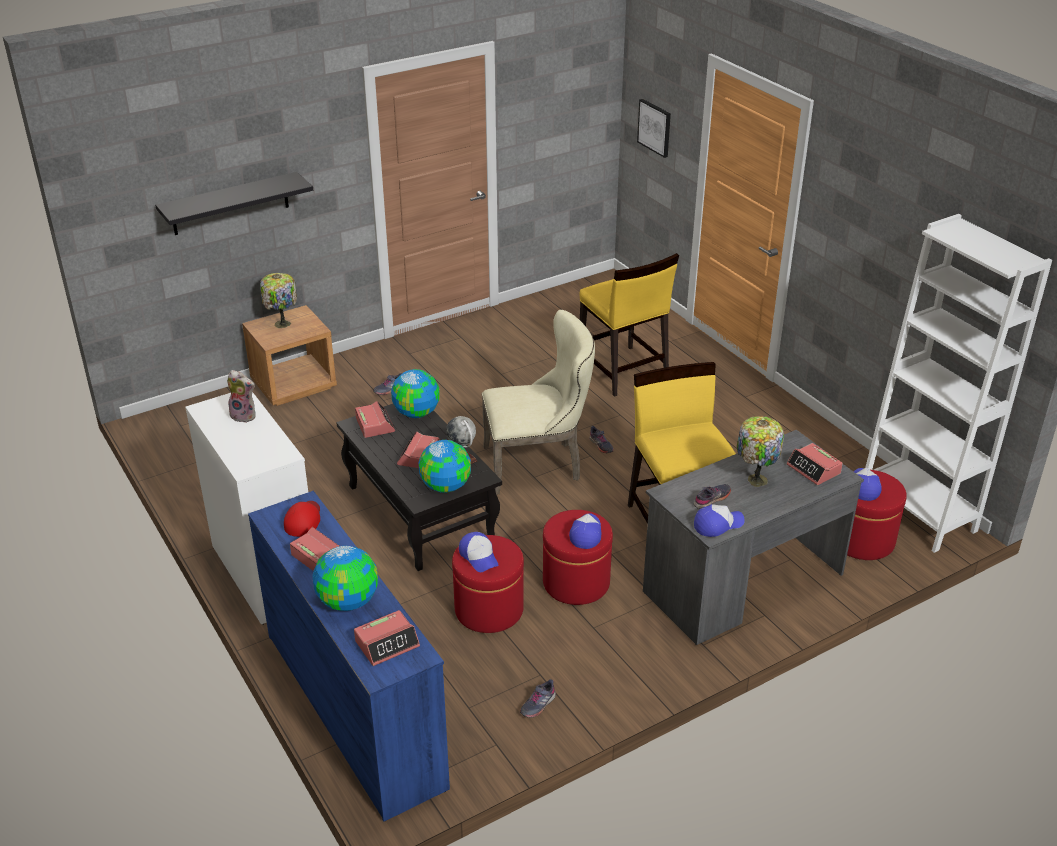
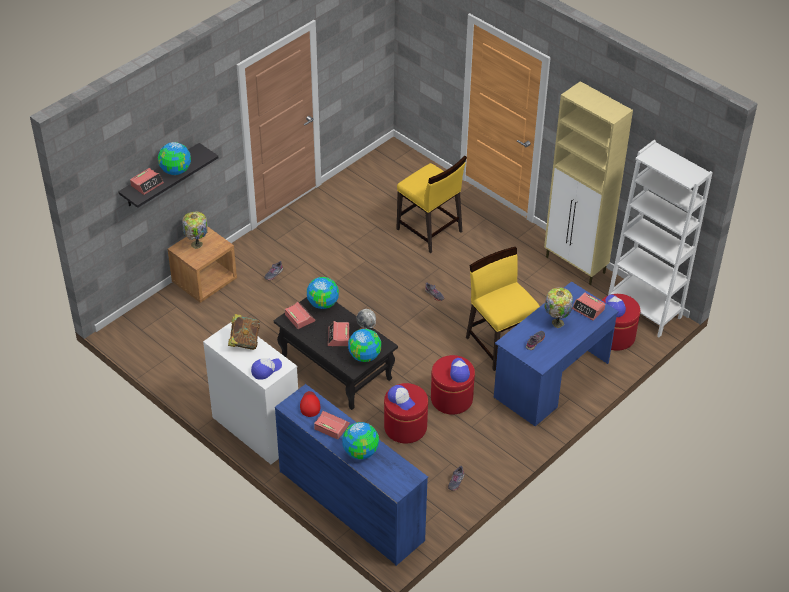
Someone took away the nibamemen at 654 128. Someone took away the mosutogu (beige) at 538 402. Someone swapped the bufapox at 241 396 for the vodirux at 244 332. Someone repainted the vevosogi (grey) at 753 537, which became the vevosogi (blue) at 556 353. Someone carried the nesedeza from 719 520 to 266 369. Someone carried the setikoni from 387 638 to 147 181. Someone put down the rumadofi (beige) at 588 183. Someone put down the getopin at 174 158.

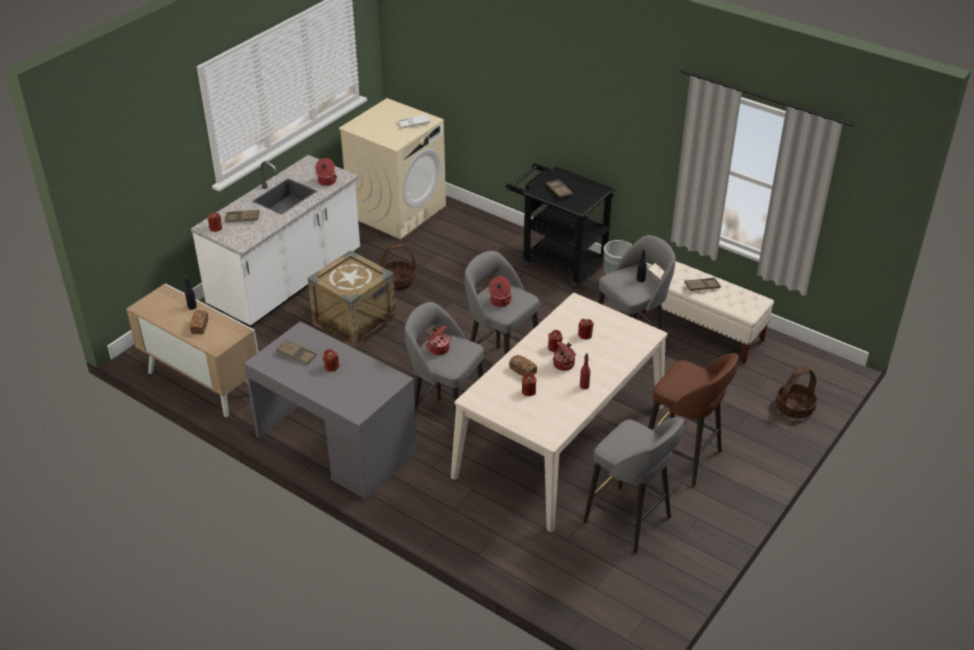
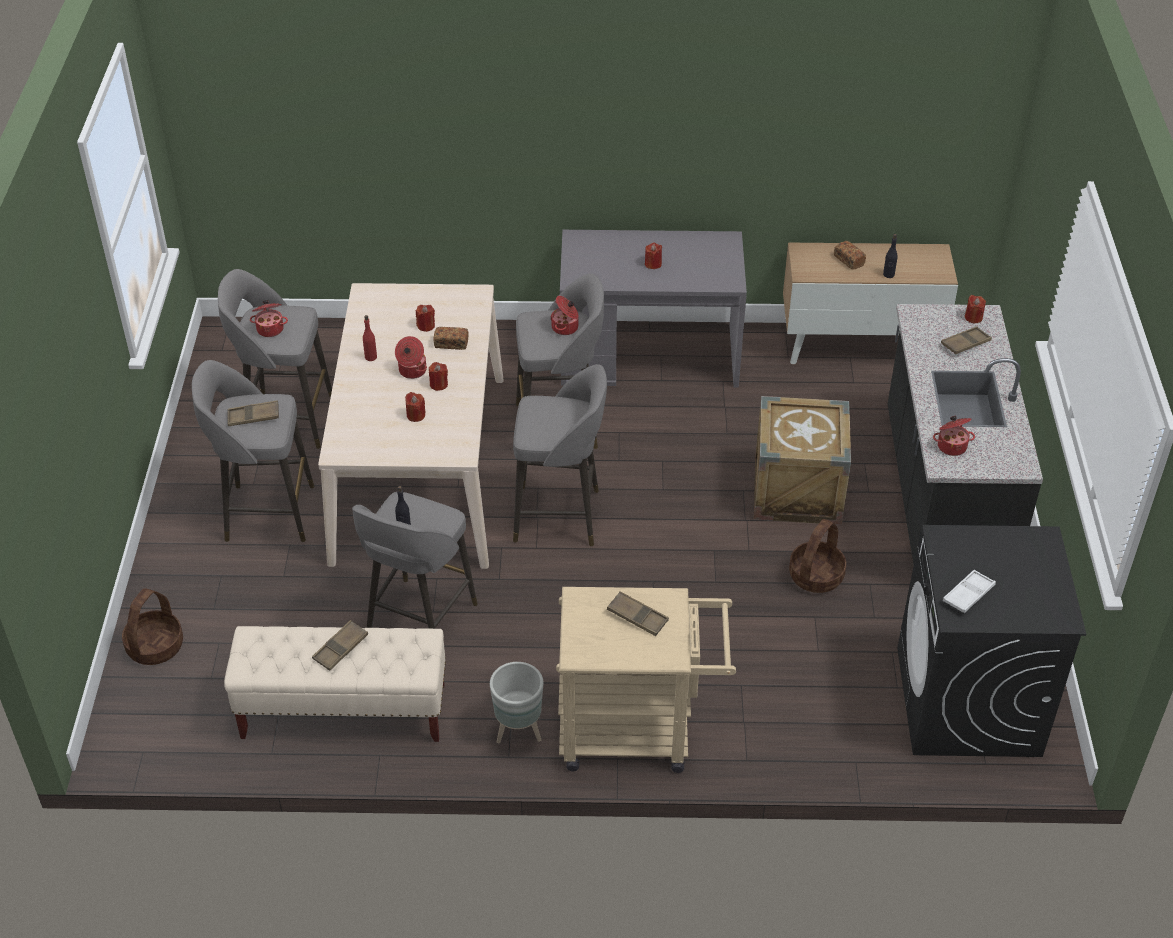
Someone repainted the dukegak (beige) at 392 168, which became the dukegak (black) at 991 641. Someone repainted the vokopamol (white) at 275 241, which became the vokopamol (black) at 965 434. Someone repainted the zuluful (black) at 560 226, which became the zuluful (beige) at 646 680. Someone carried the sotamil from 501 291 to 269 318. Someone carried the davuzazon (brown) from 296 352 to 253 413. Someone repainted the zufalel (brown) at 693 420, which became the zufalel (grey) at 253 451.

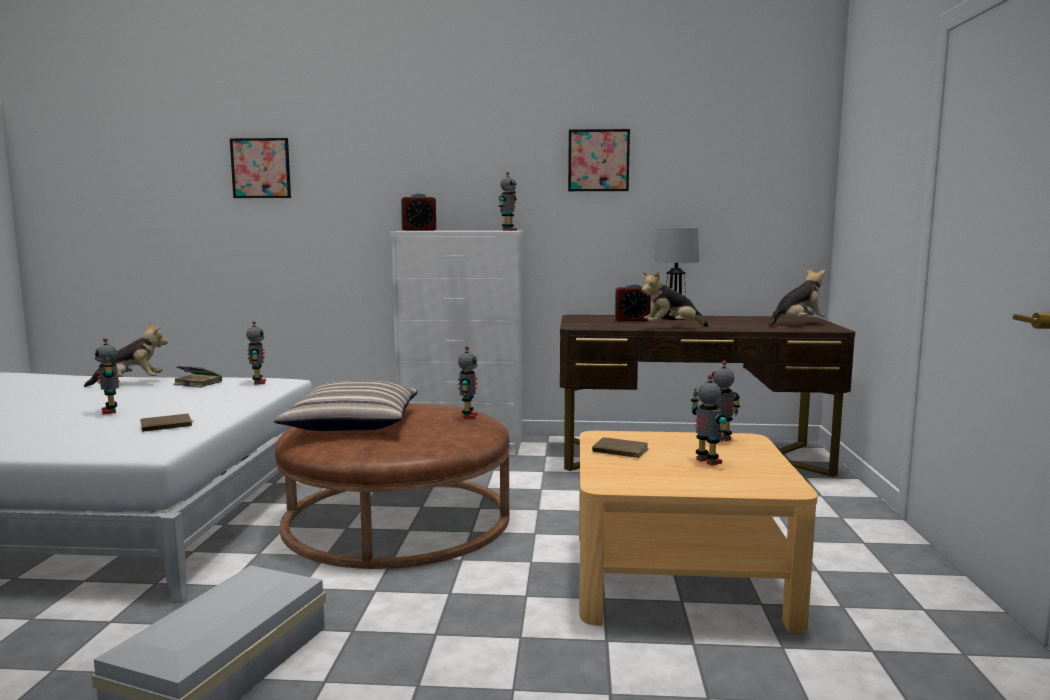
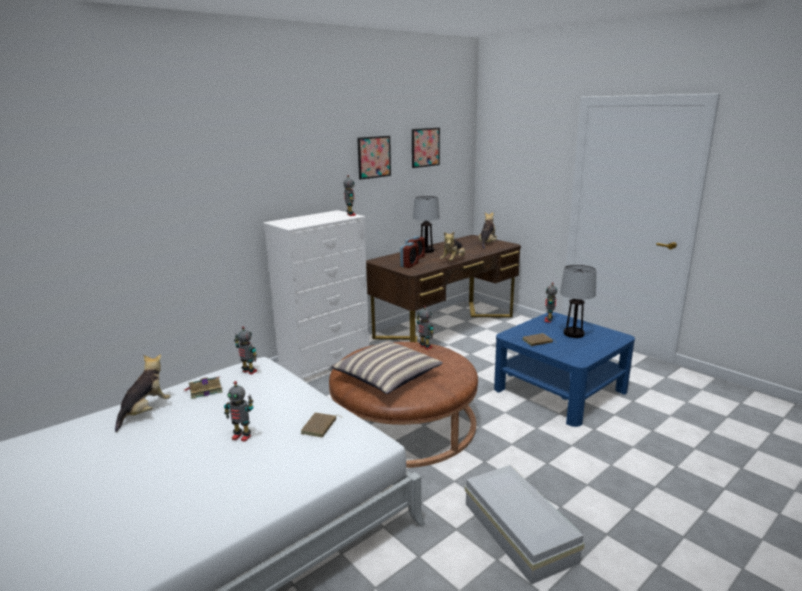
Someone carried the nibamemen from 260 168 to 426 148. Someone carried the setikoni from 418 212 to 409 255. Someone swapped the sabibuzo at 709 420 for the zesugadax at 578 301. Someone repainted the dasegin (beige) at 698 532, which became the dasegin (blue) at 564 369.

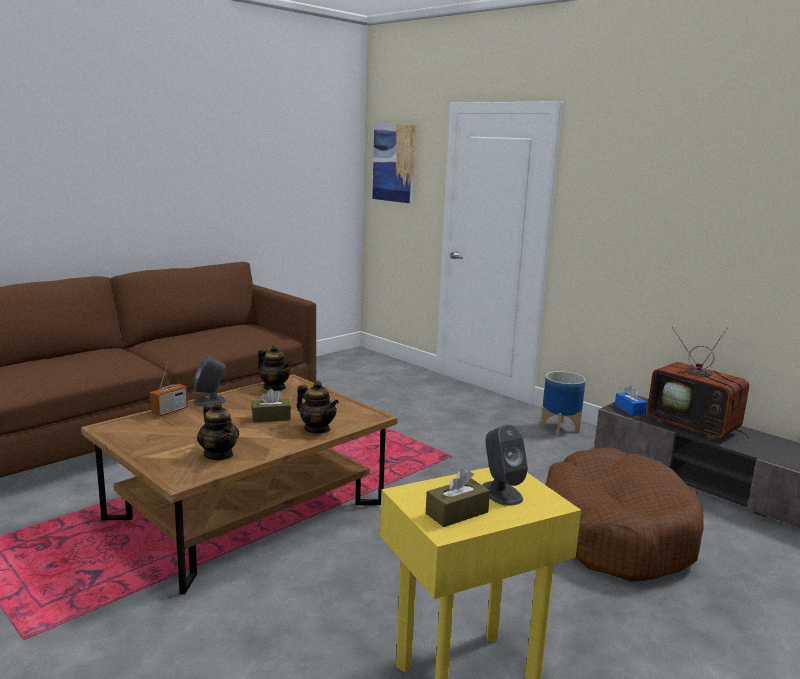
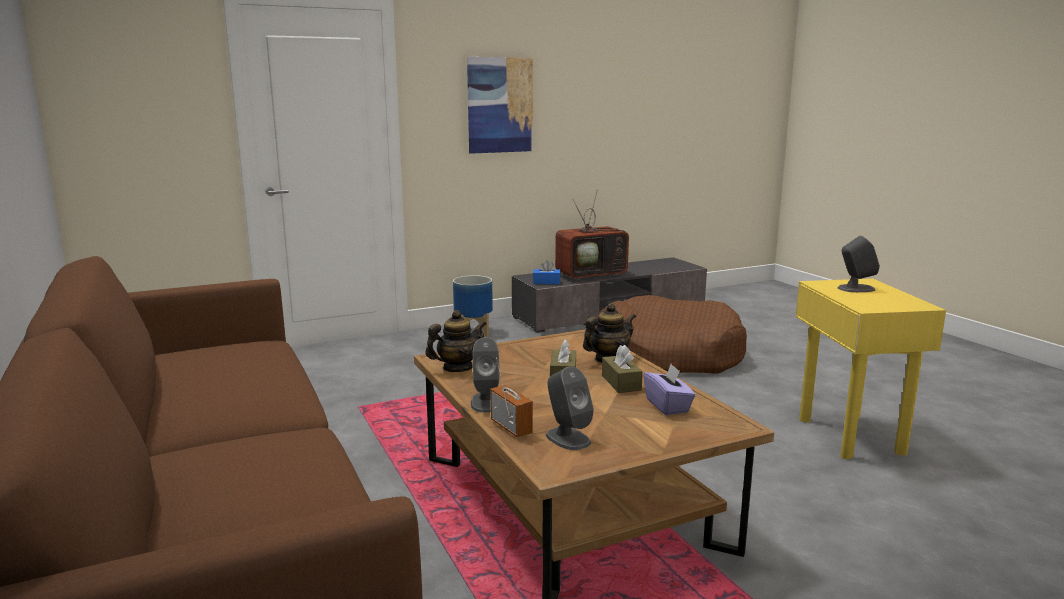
Someone carried the nibamemen from 394 164 to 500 105. Someone swapped the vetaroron at 218 431 for the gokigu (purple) at 669 389. Someone carried the gokigu (brown) from 458 498 to 622 369. Someone put down the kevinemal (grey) at 570 408.

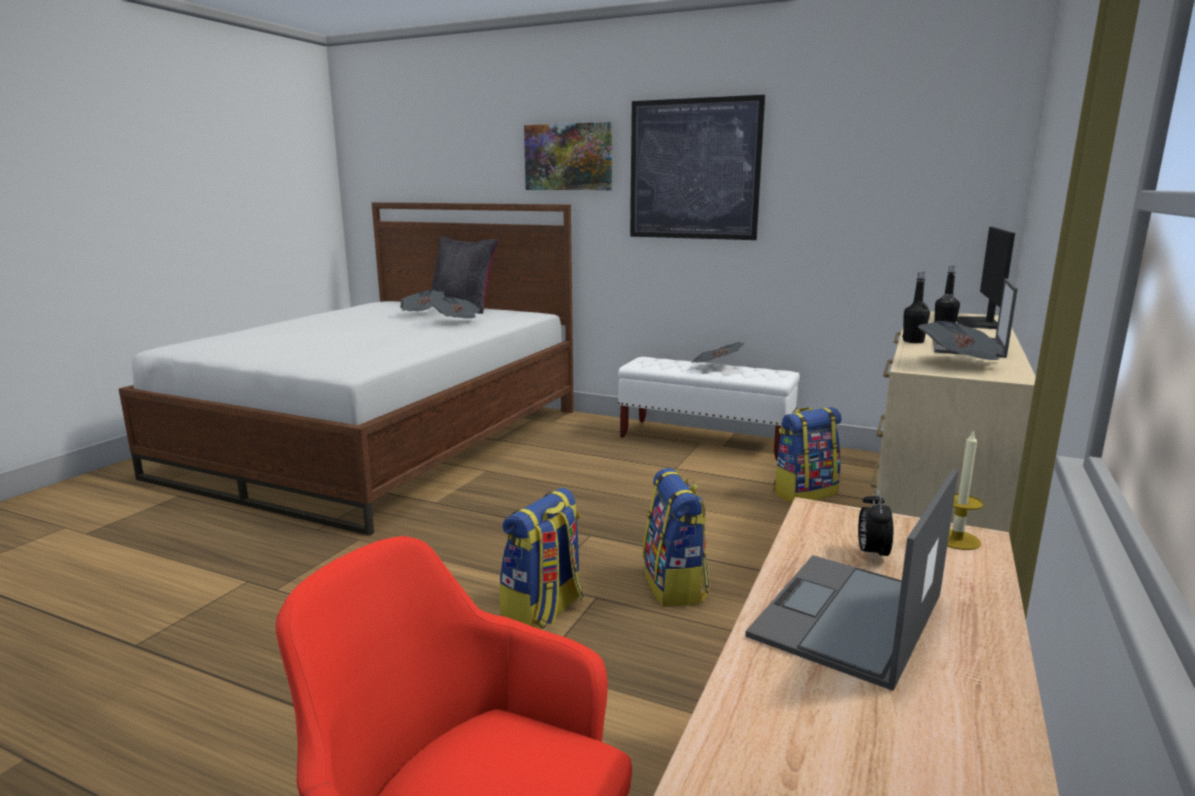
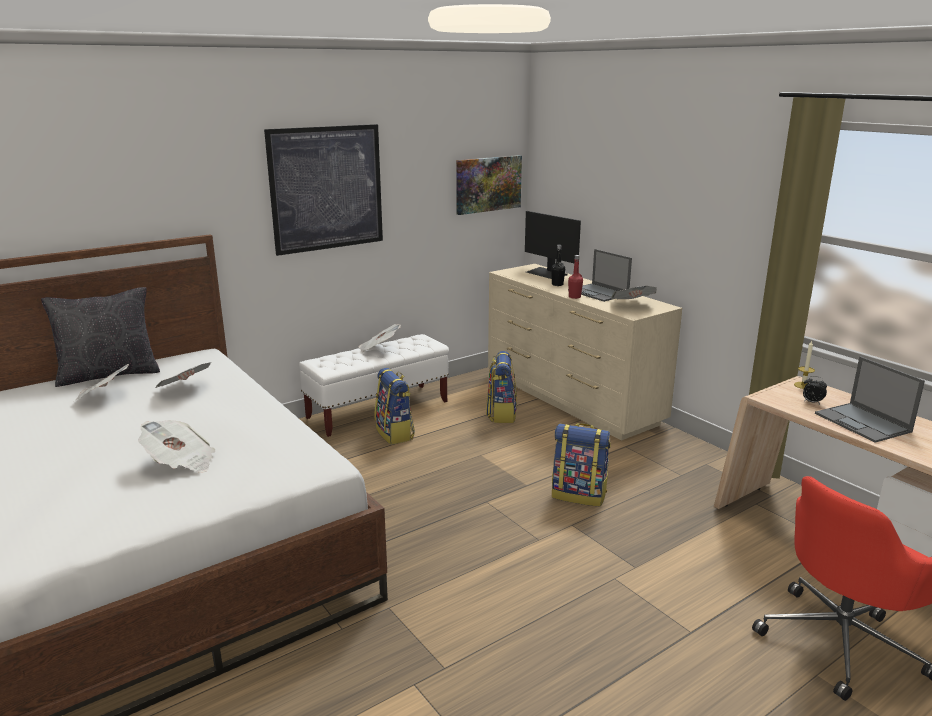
Someone carried the nibamemen from 568 156 to 489 185. Someone repainted the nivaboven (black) at 916 307, which became the nivaboven (red) at 575 277. Someone carried the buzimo from 541 558 to 395 406. Someone put down the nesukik at 177 446.

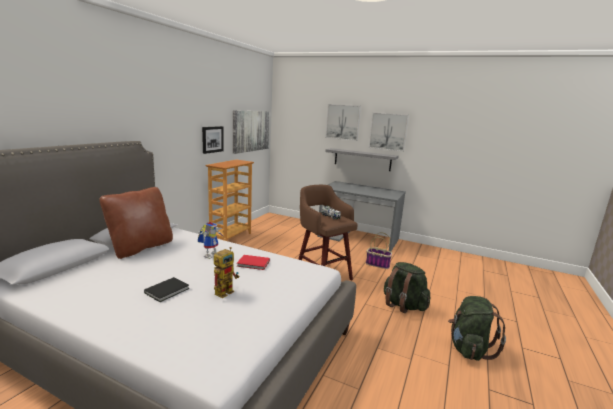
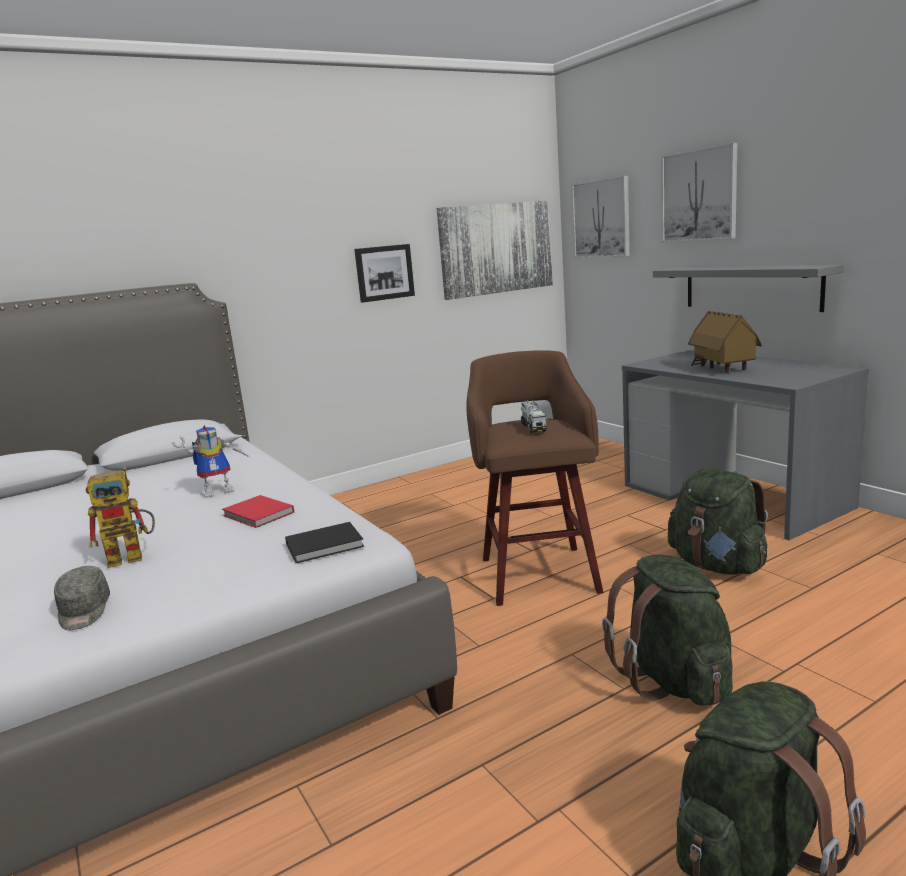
Someone carried the nibamemen from 389 132 to 600 216. Someone took away the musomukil at 229 200. Someone took away the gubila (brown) at 136 223. Someone swapped the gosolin at 379 251 for the buzimo (green) at 718 521. Someone carried the vodirux (black) from 166 289 to 324 542. Someone put down the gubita at 725 342. Someone put down the nesedeza (grey) at 82 598.

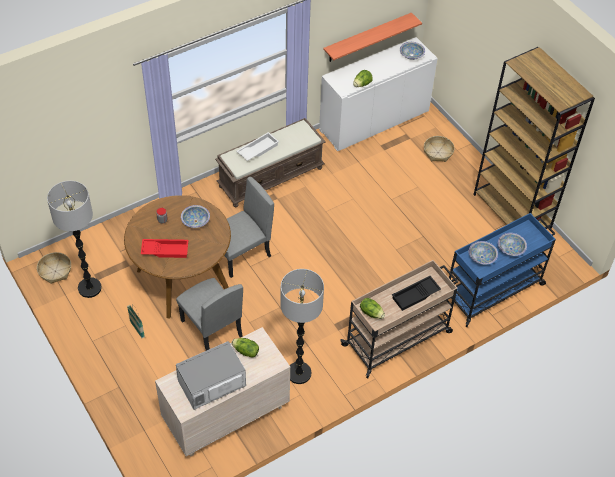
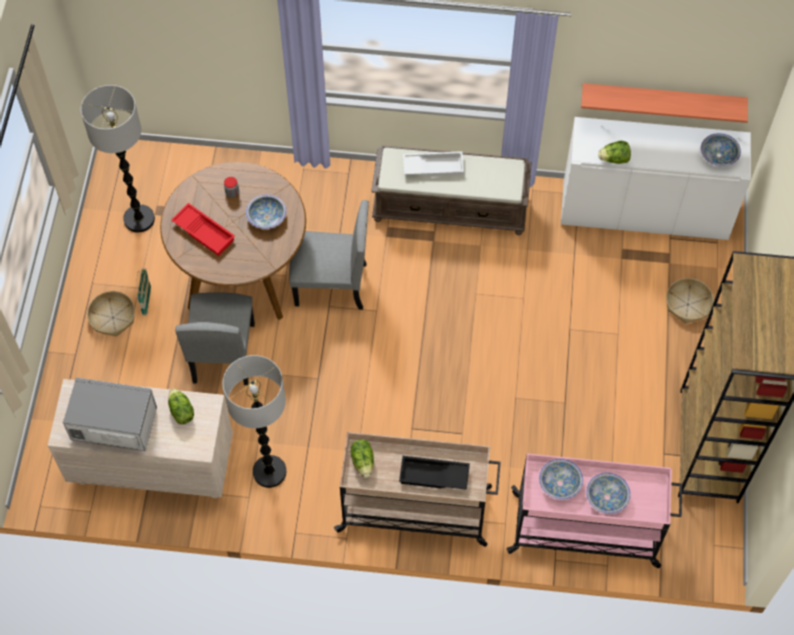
Someone repainted the zuluful (blue) at 502 270, which became the zuluful (pink) at 594 510. Someone carried the gosolin from 54 268 to 111 314.

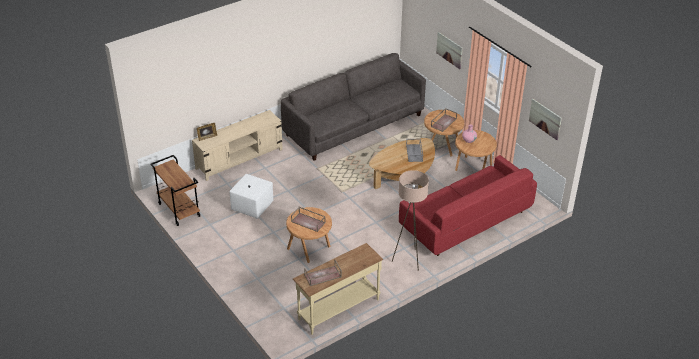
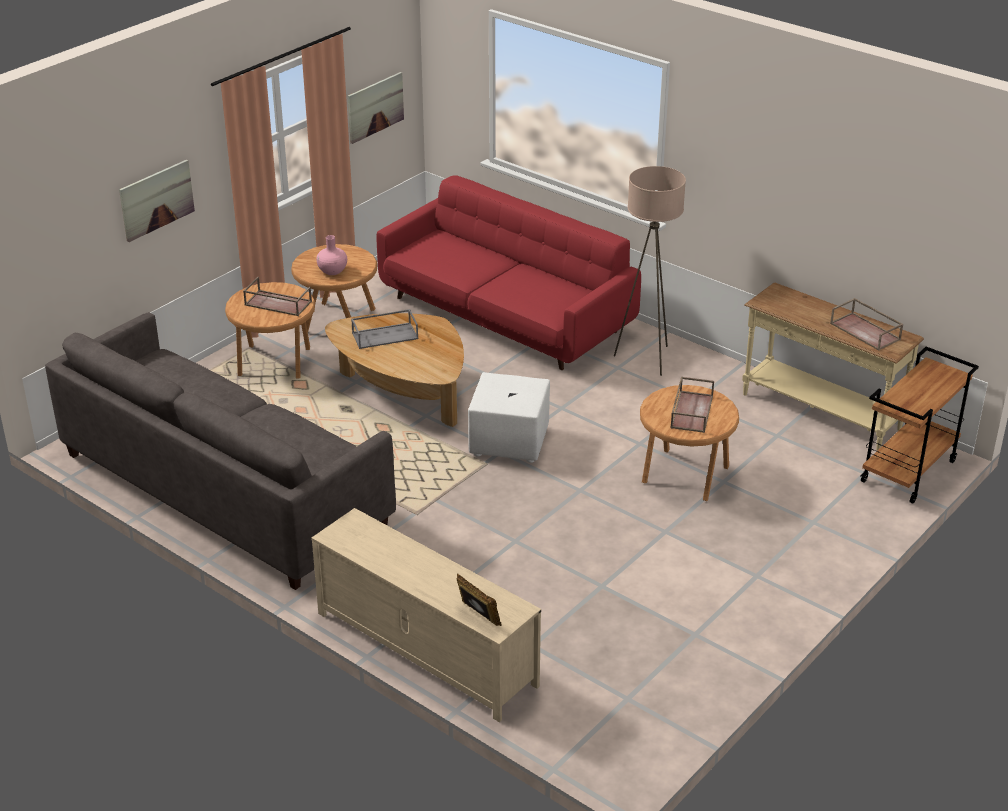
Someone carried the zuluful (brown) from 175 190 to 920 425. Someone carried the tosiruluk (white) from 251 196 to 509 417.

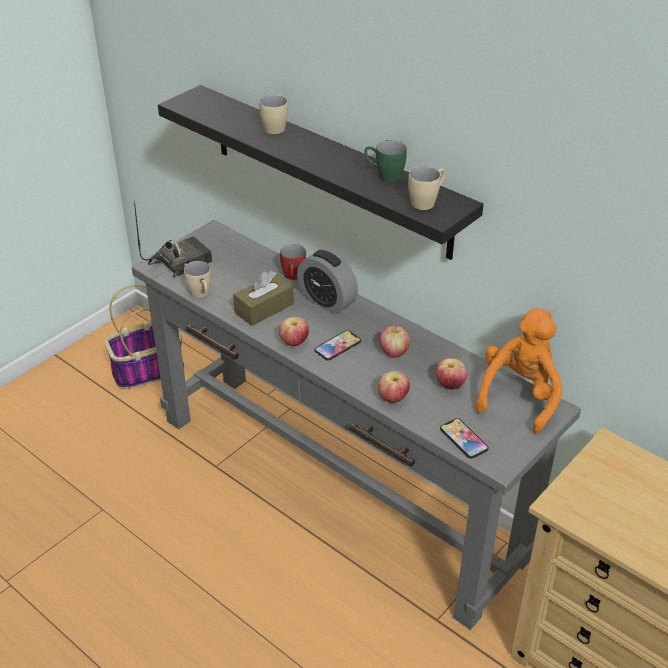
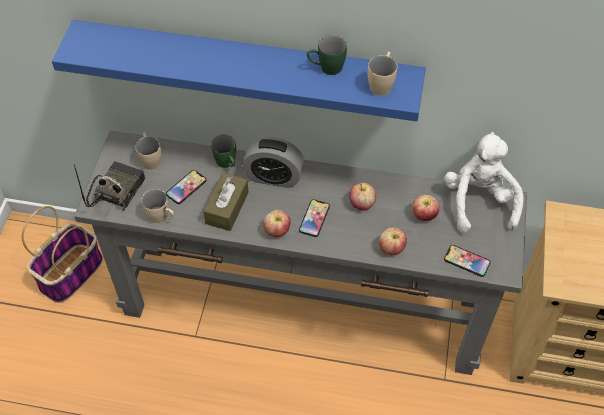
Someone repainted the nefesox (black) at 321 172, which became the nefesox (blue) at 239 71. Someone carried the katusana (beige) from 273 114 to 148 151. Someone repainted the katusana (red) at 293 262, which became the katusana (green) at 223 151. Someone repainted the bufapox (orange) at 519 370, which became the bufapox (white) at 483 182. Someone put down the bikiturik at 186 187.

